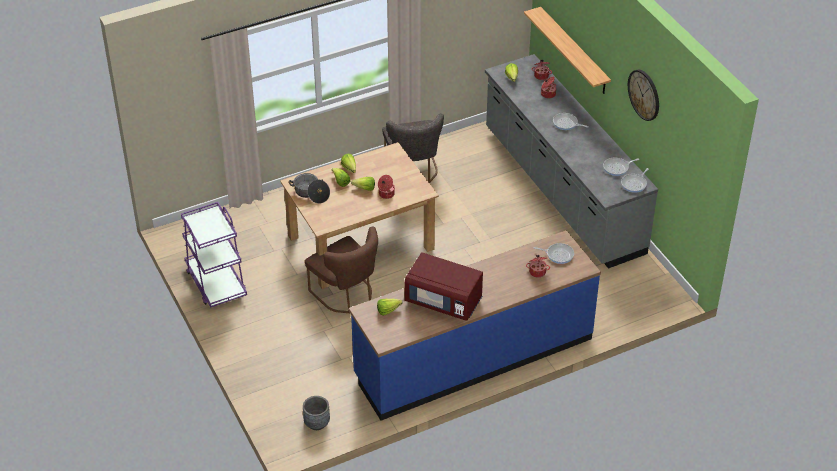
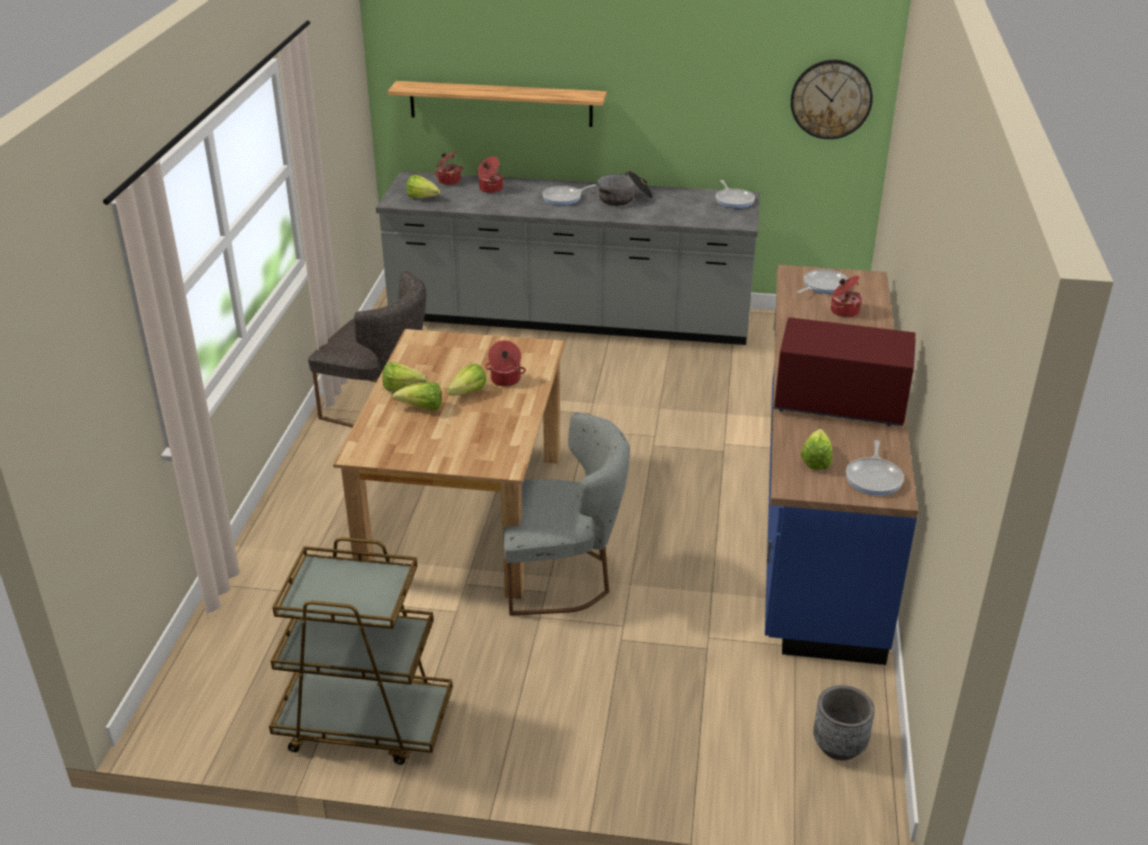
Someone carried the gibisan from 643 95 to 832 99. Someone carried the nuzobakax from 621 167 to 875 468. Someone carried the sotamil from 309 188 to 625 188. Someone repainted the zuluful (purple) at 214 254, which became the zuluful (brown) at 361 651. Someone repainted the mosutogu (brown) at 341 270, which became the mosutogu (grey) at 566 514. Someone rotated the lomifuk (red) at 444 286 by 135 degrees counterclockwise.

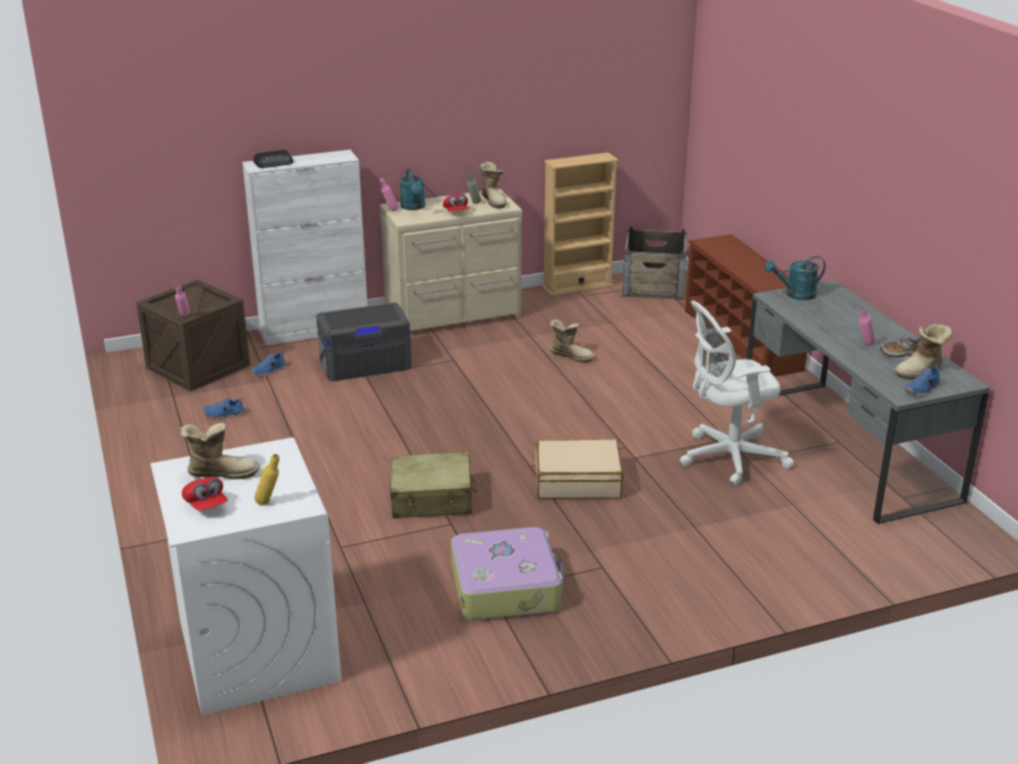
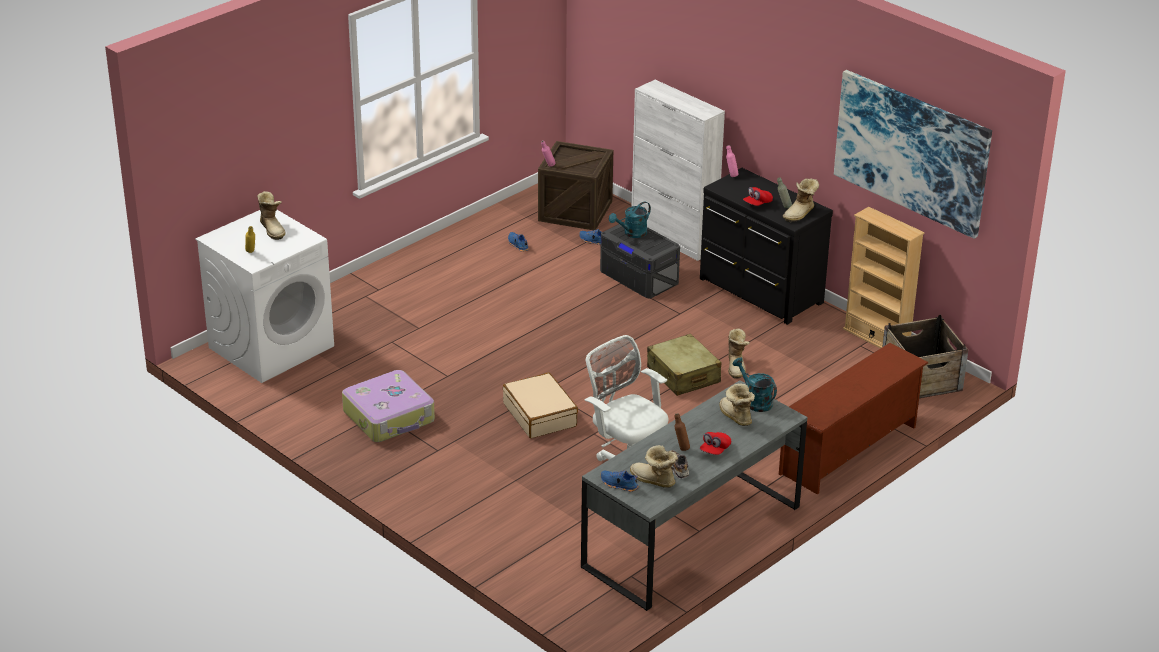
Someone took away the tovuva at 273 159. Someone carried the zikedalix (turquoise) from 412 189 to 630 219. Someone repainted the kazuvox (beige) at 450 260, which became the kazuvox (black) at 766 246. Someone repainted the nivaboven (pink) at 867 326, which became the nivaboven (brown) at 682 432. Someone carried the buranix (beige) from 434 485 to 684 365. Someone carried the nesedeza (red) from 205 493 to 715 443. Someone put up the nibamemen at 913 154. Someone put down the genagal at 737 405.

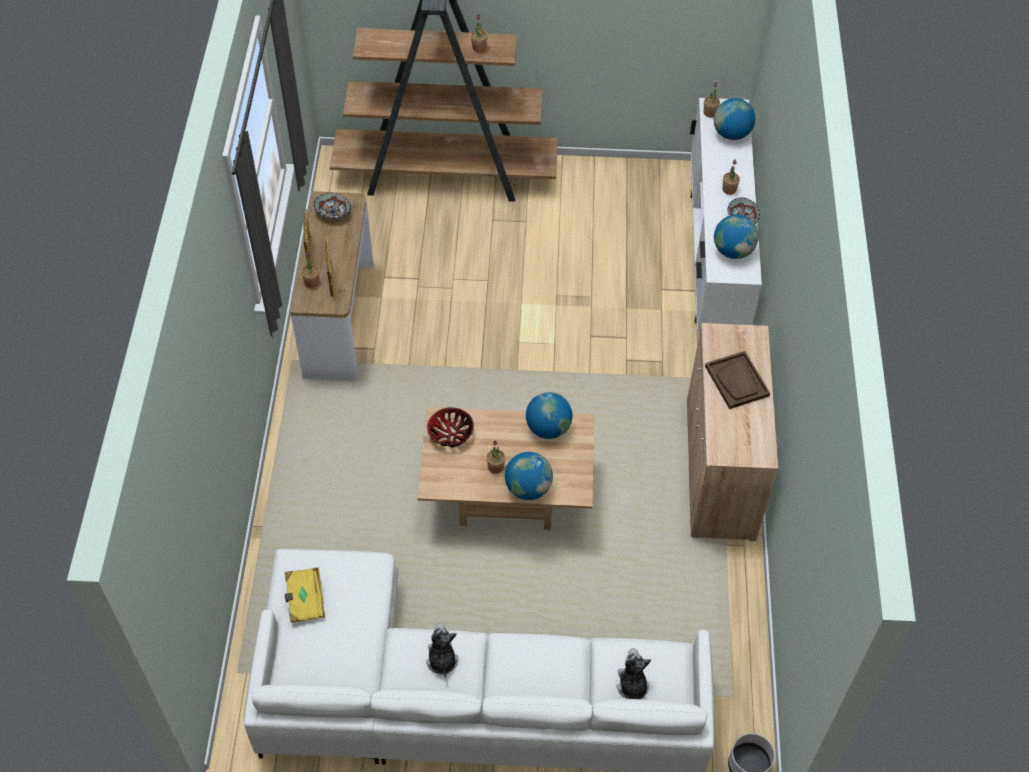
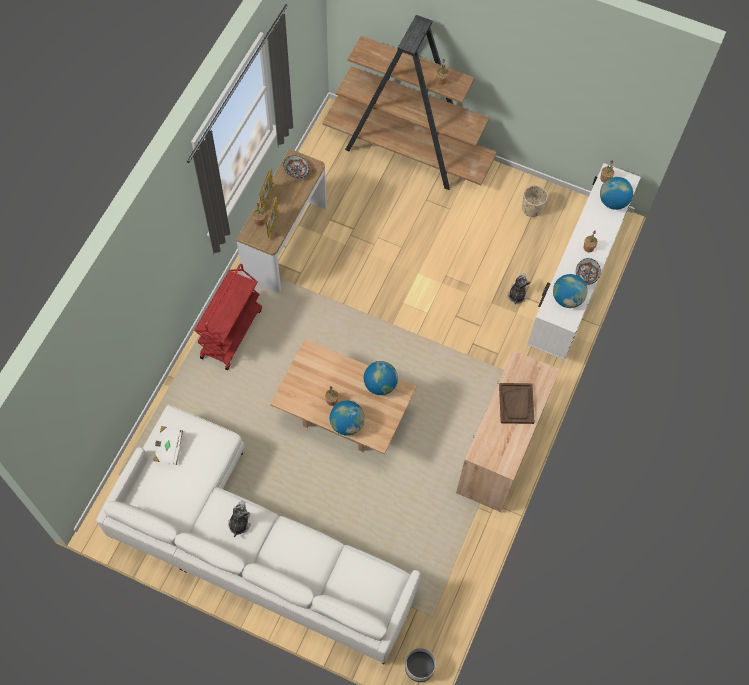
Someone took away the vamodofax at 450 427. Someone repainted the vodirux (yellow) at 305 595, which became the vodirux (white) at 169 445. Someone carried the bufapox from 634 673 to 519 289. Someone put down the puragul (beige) at 535 201. Someone put down the zuluful (red) at 228 316.

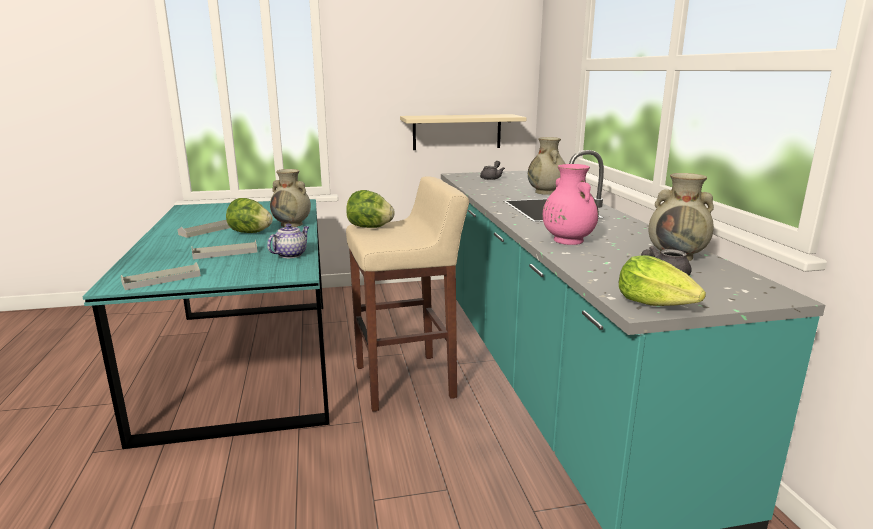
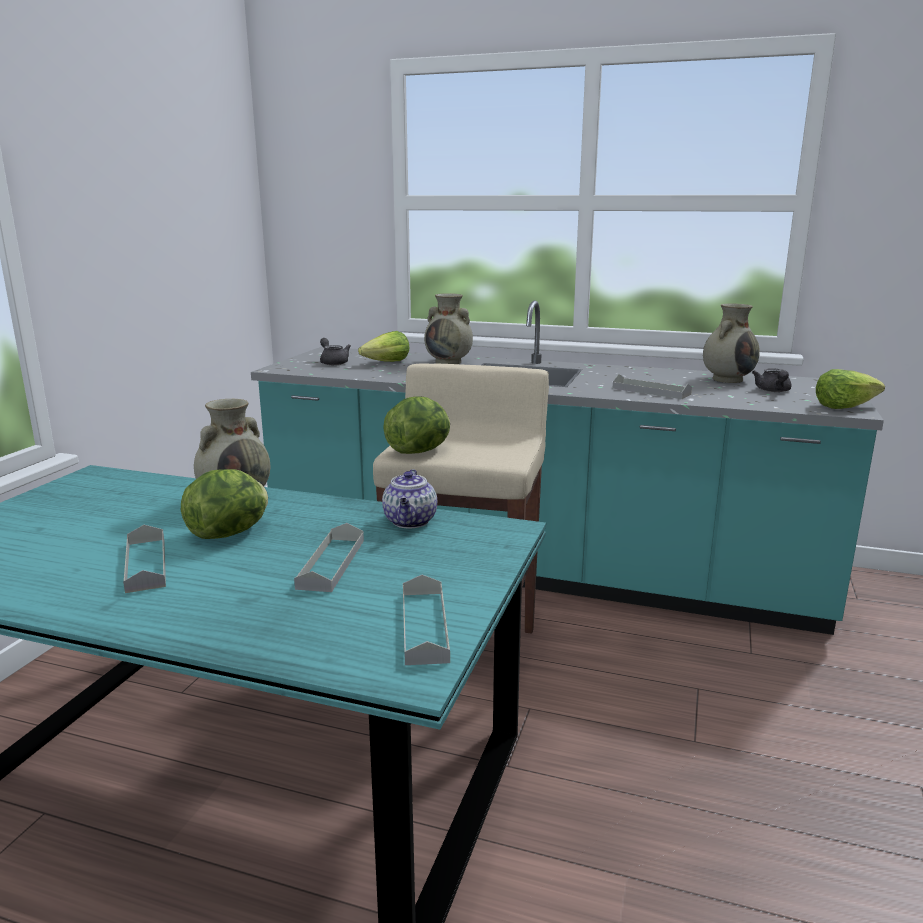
Someone took away the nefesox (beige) at 463 132. Someone swapped the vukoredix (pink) at 571 204 for the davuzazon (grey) at 652 386. Someone rotated the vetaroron at 288 241 by 150 degrees counterclockwise. Someone put down the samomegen at 384 346.

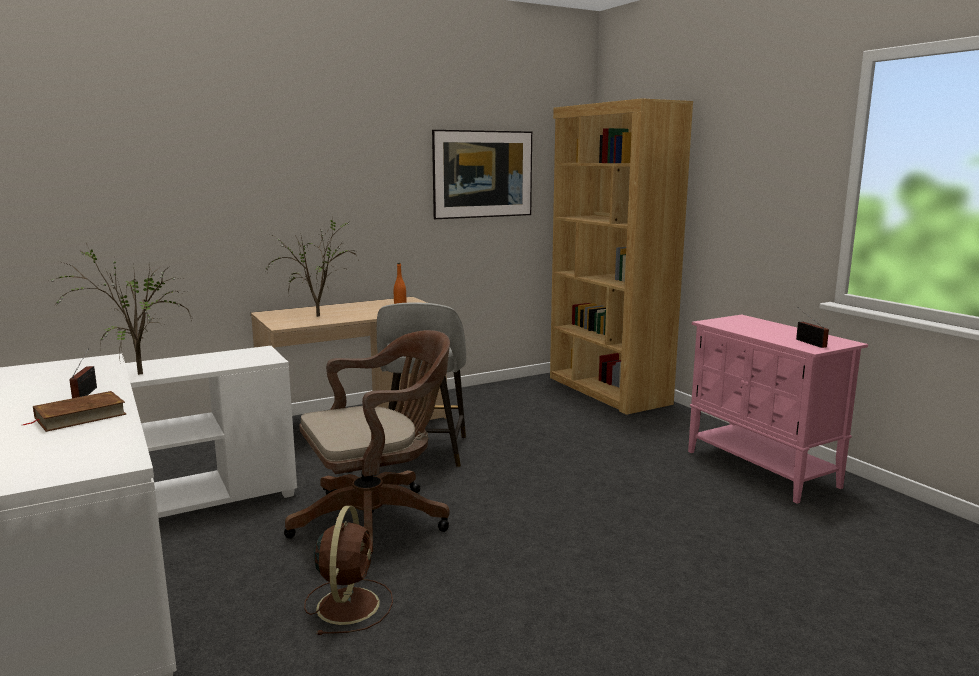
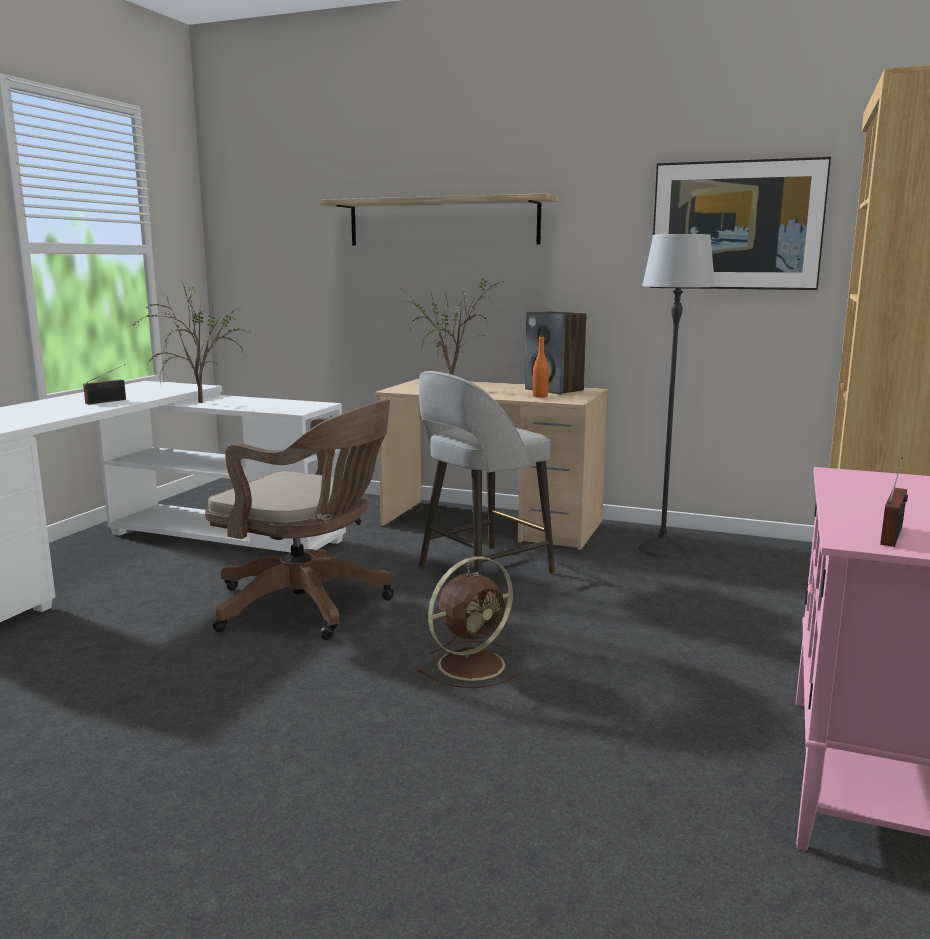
Someone took away the vodirux (brown) at 74 411. Someone carried the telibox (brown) from 348 570 to 470 622. Someone put up the nefesox at 438 219. Someone put down the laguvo at 676 396. Someone put down the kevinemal at 556 353.

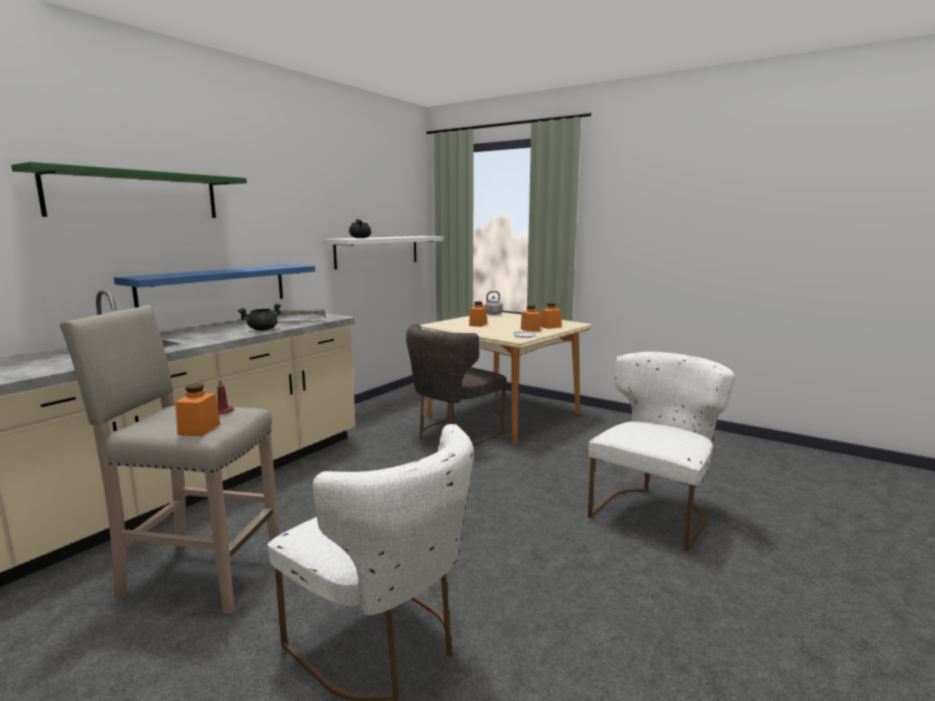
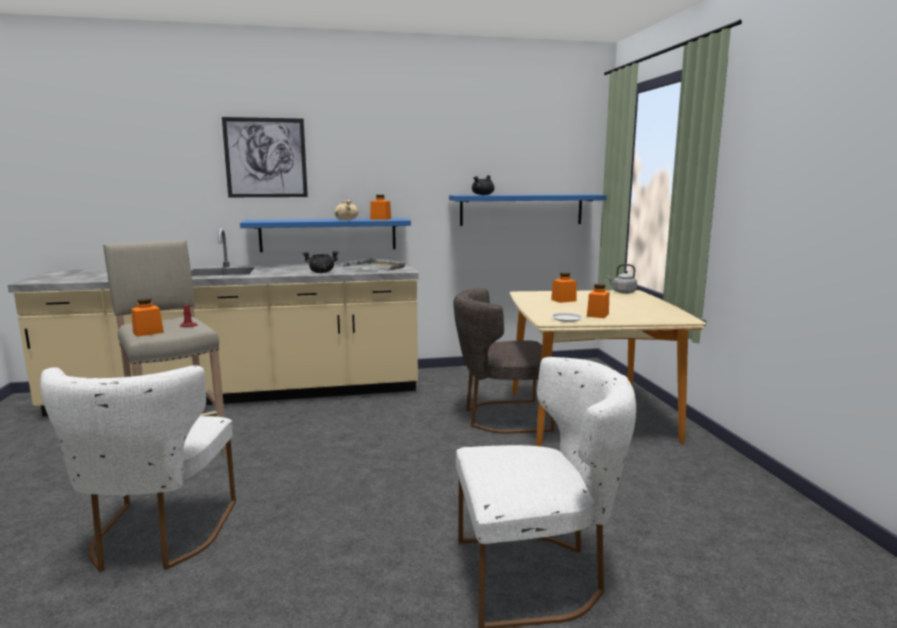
Someone swapped the nefesox (green) at 129 190 for the nibamemen at 265 157. Someone repainted the nefesox (white) at 384 253, which became the nefesox (blue) at 528 210. Someone carried the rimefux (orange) from 551 316 to 380 207. Someone put down the sotamil (beige) at 346 210.

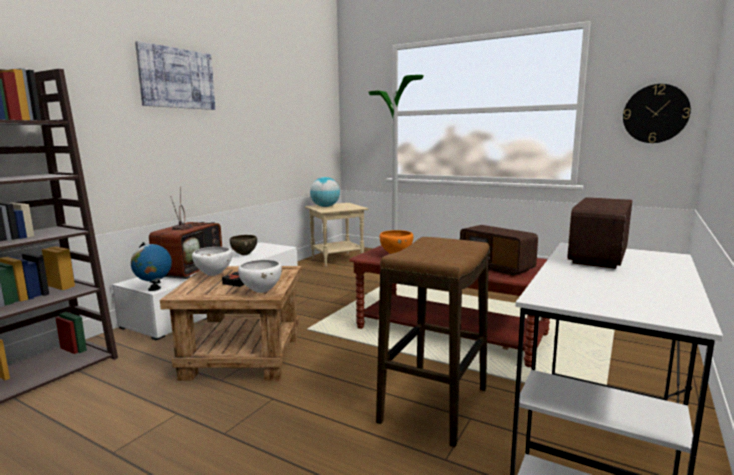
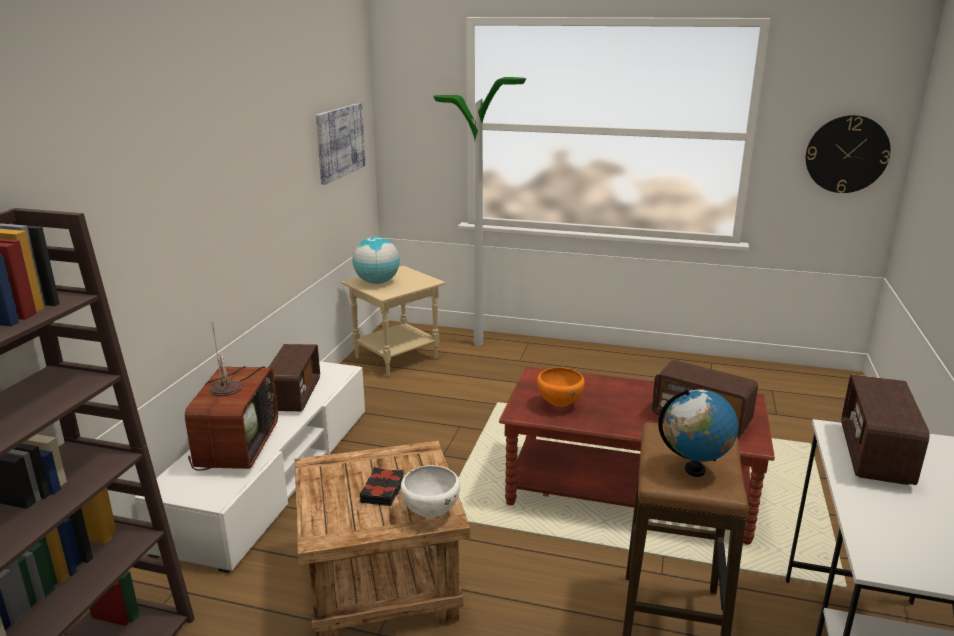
Someone carried the nibamemen from 175 75 to 341 144. Someone swapped the vamodofax (brown) at 243 245 for the tovuva at 294 377. Someone carried the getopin from 151 266 to 698 433. Someone took away the vamodofax (white) at 212 261.

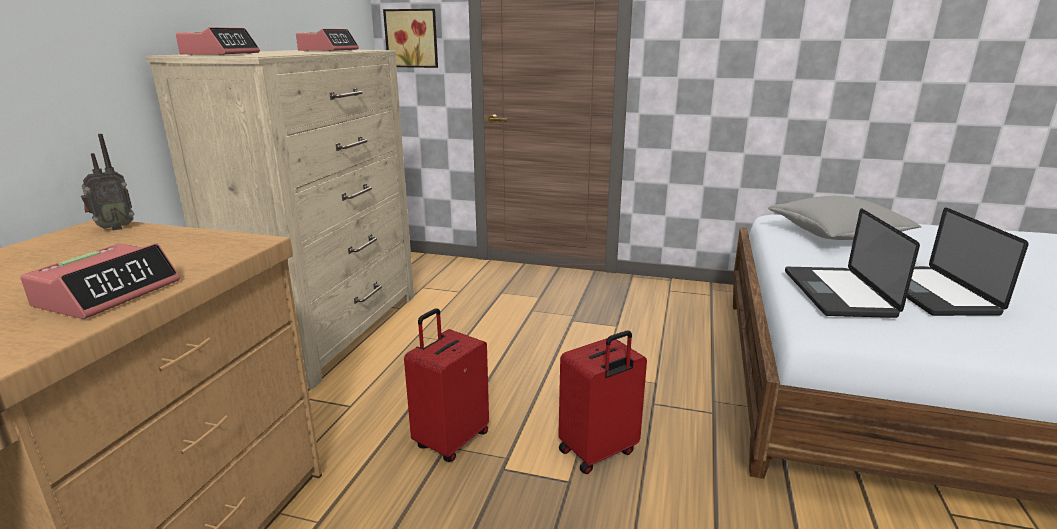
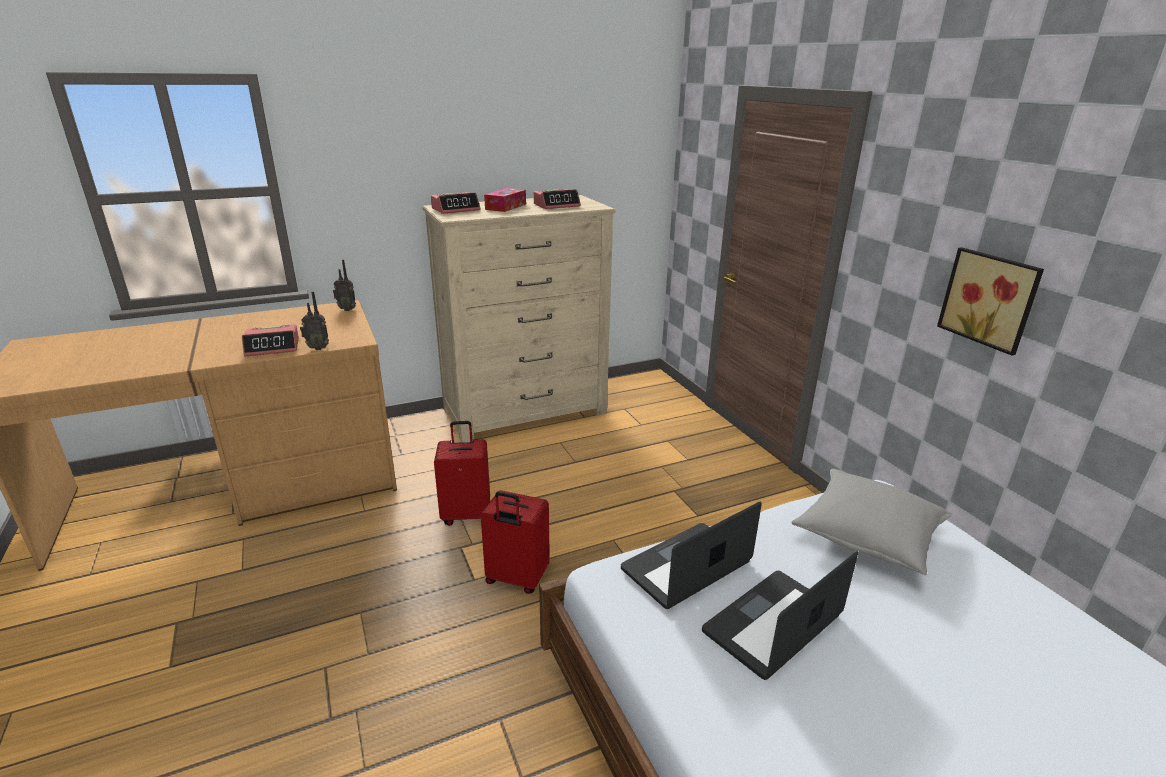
Someone carried the nibamemen from 410 38 to 990 301. Someone put down the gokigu at 505 200. Someone put down the tovuva at 314 320.

